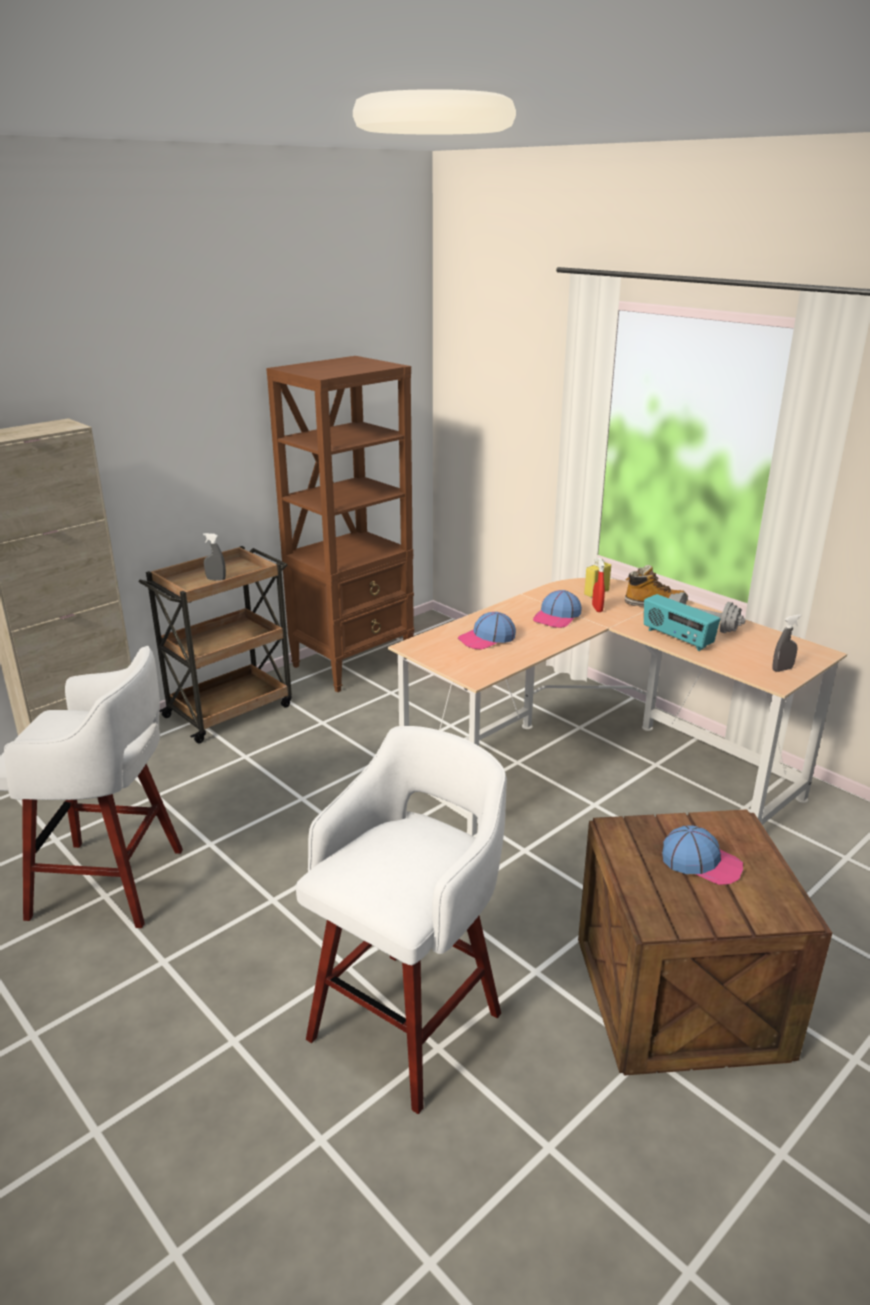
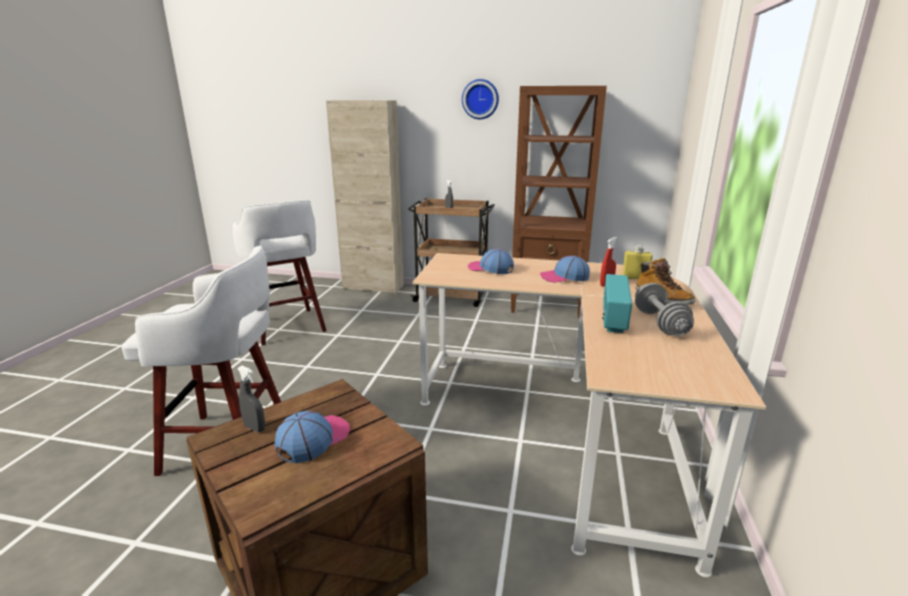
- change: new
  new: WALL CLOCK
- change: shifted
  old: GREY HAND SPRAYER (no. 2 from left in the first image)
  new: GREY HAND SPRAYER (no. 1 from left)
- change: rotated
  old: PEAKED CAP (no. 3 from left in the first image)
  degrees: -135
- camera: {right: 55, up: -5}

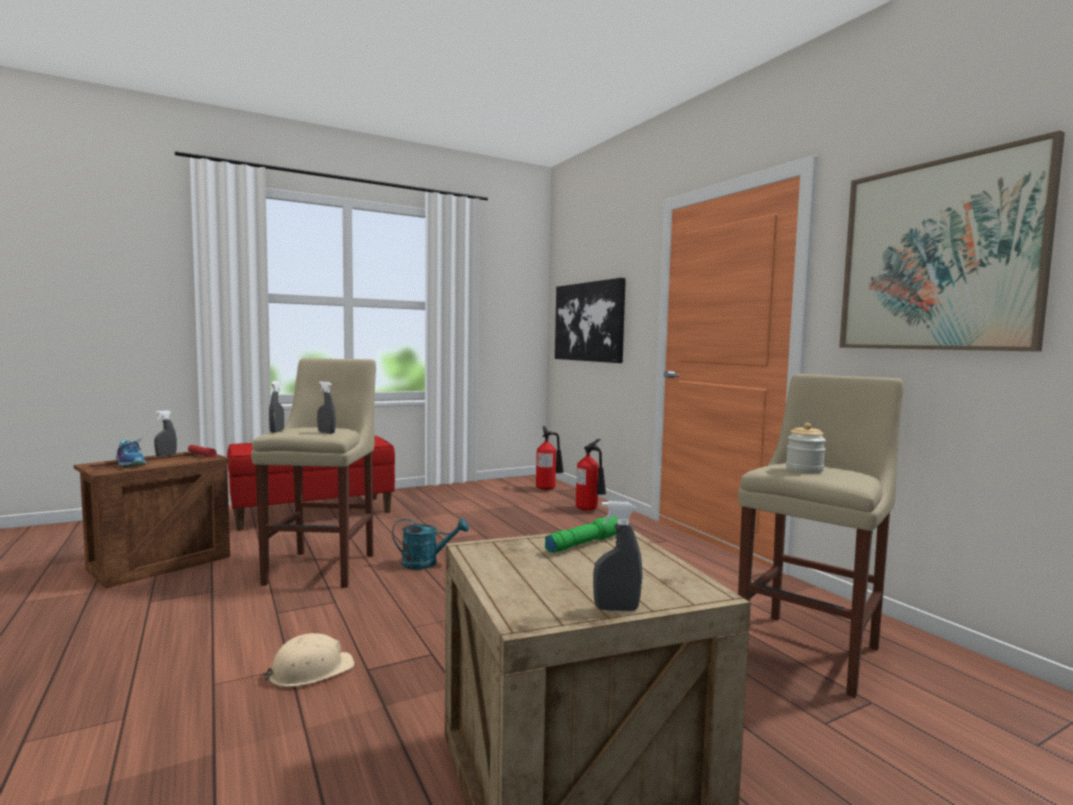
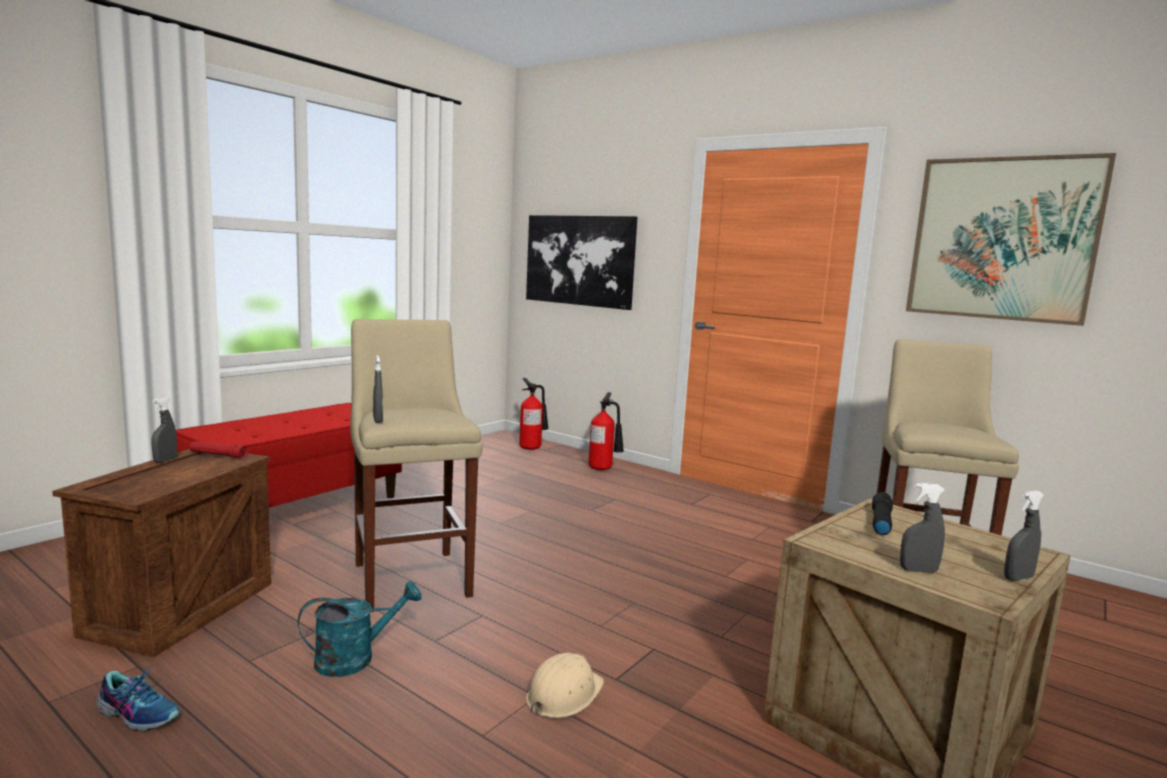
- change: gone
  old: JAR
- change: shifted
  old: LOW SHOE
- change: shifted
  old: GREY HAND SPRAYER (no. 3 from left)
- change: shifted
  old: TURQUOISE-COLOURED SPRINKLING CAN
- change: repainted
  old: GREEN-COLOURED FLASHLIGHT
  new: BLACK FLASHLIGHT
- camera: {right: -25, up: 5}

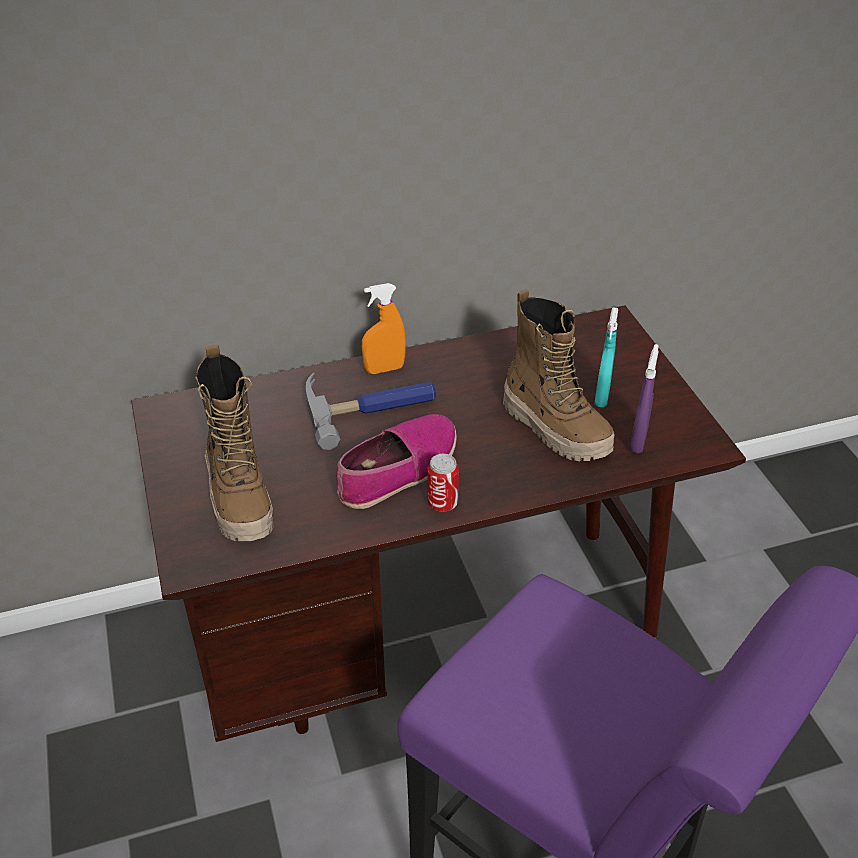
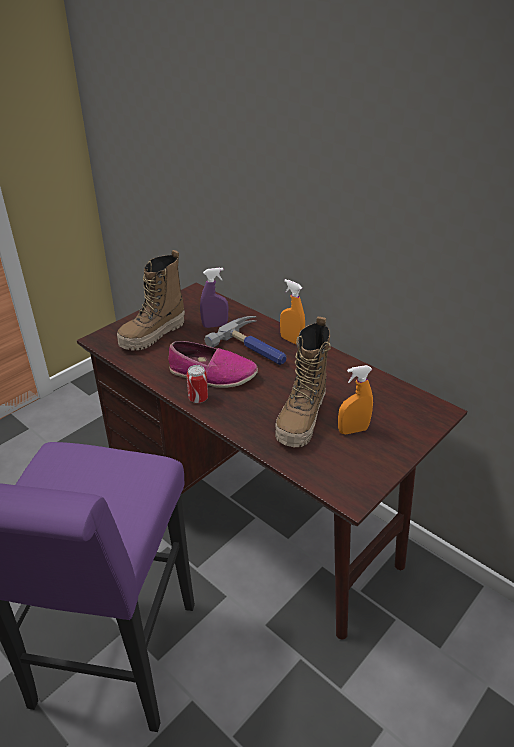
- change: shifted
  old: PURPLISH HAND SPRAYER
- change: repainted
  old: TURQUOISE-COLOURED HAND SPRAYER
  new: ORANGEY HAND SPRAYER (no. 2 from left)
- camera: {right: 60, up: -5}

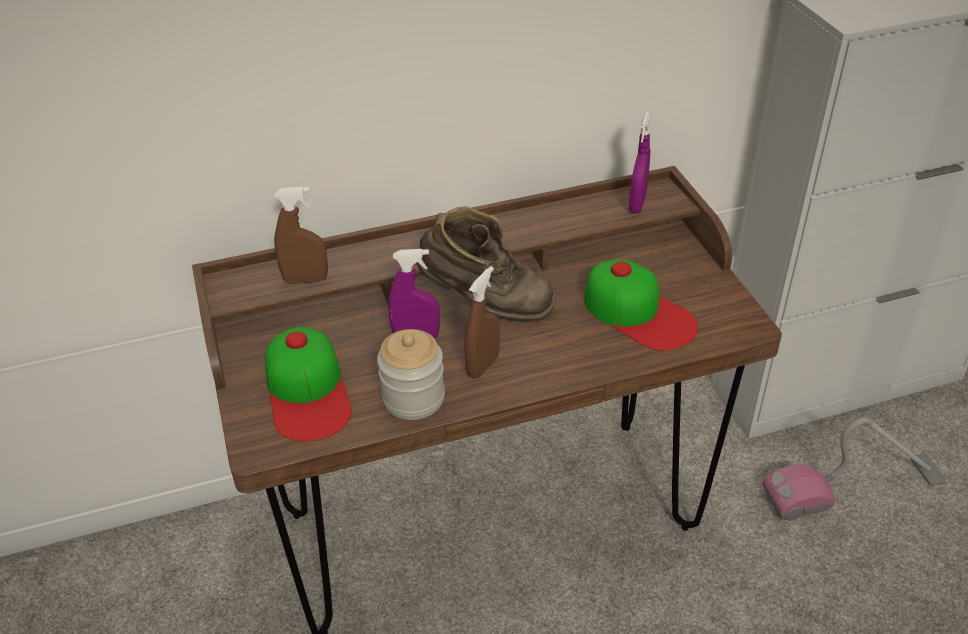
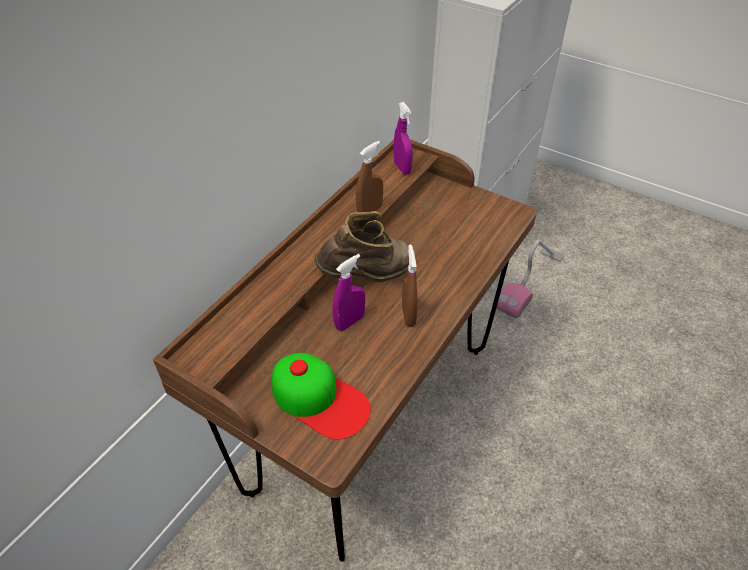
- change: gone
  old: JAR
- change: gone
  old: PEAKED CAP (no. 2 from left)
- change: shifted
  old: BROWNISH HAND SPRAYER (no. 1 from left)
- camera: {right: -40, up: 5}

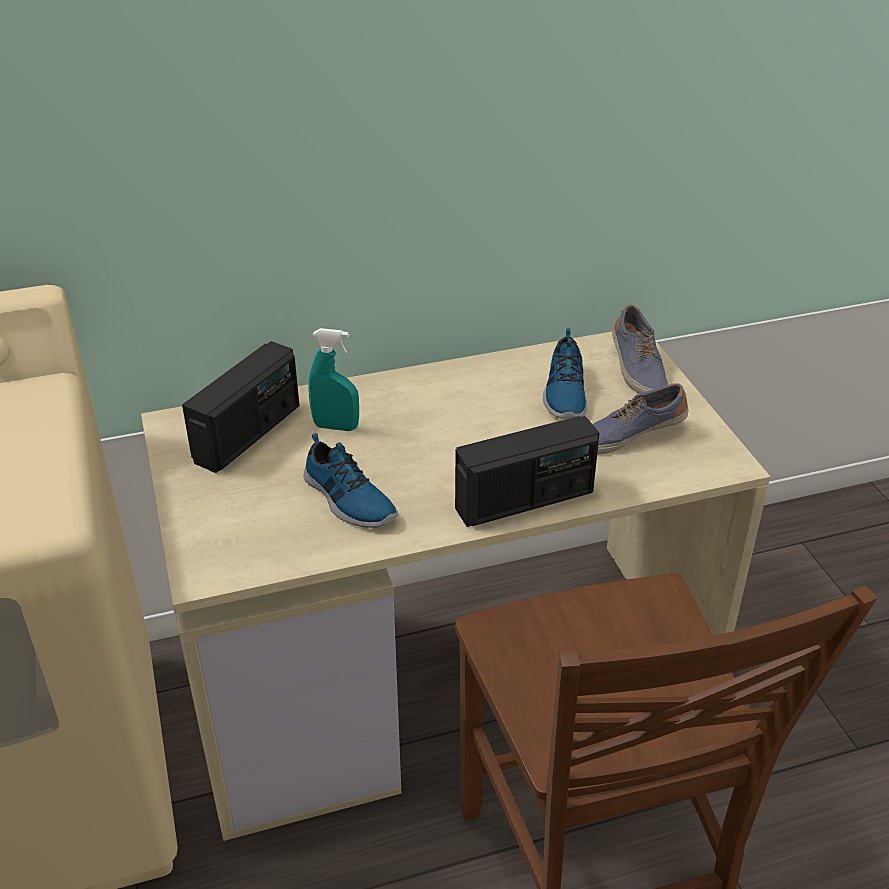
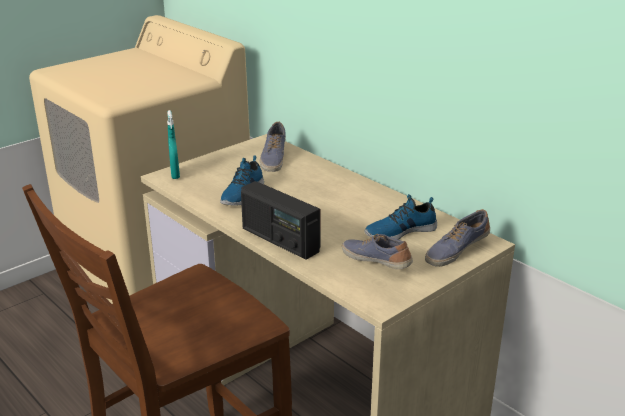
- change: shifted
  old: TURQUOISE-COLOURED HAND SPRAYER
- change: swapped
  old: RADIO SET (no. 1 from left)
  new: LOW SHOE (no. 2 from left)
- camera: {right: 65, up: -10}

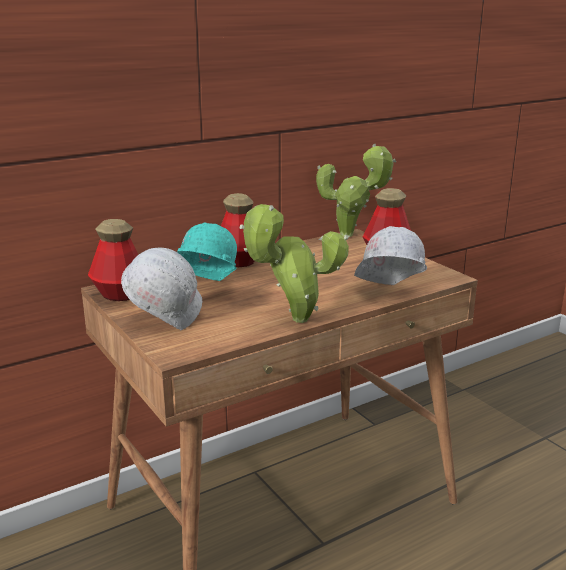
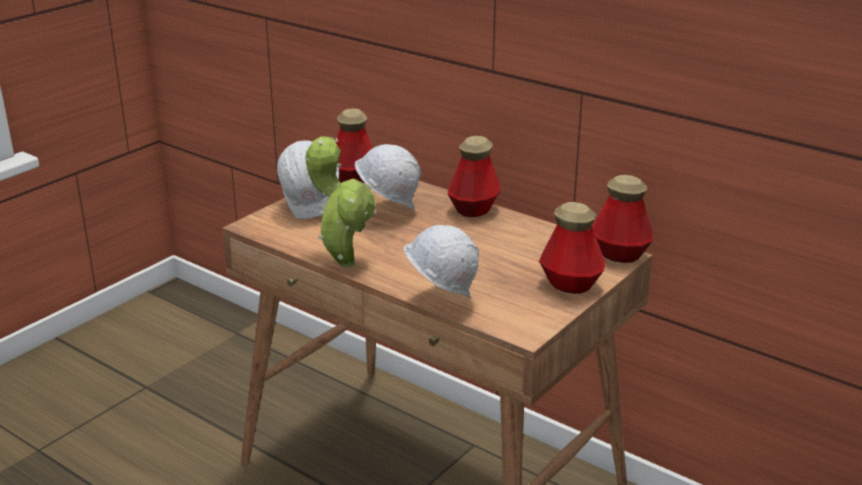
- change: swapped
  old: POTTED PLANT (no. 2 from left)
  new: DRINK BOTTLE (no. 4 from left)
- change: repainted
  old: TURQUOISE-COLOURED SAFETY HELMET
  new: WHITE-COLOURED SAFETY HELMET (no. 2 from left)
- camera: {right: 70, up: 5}

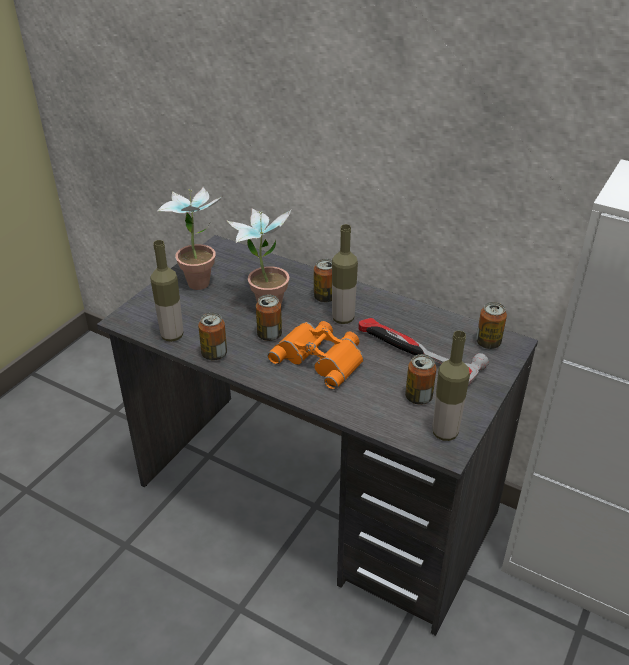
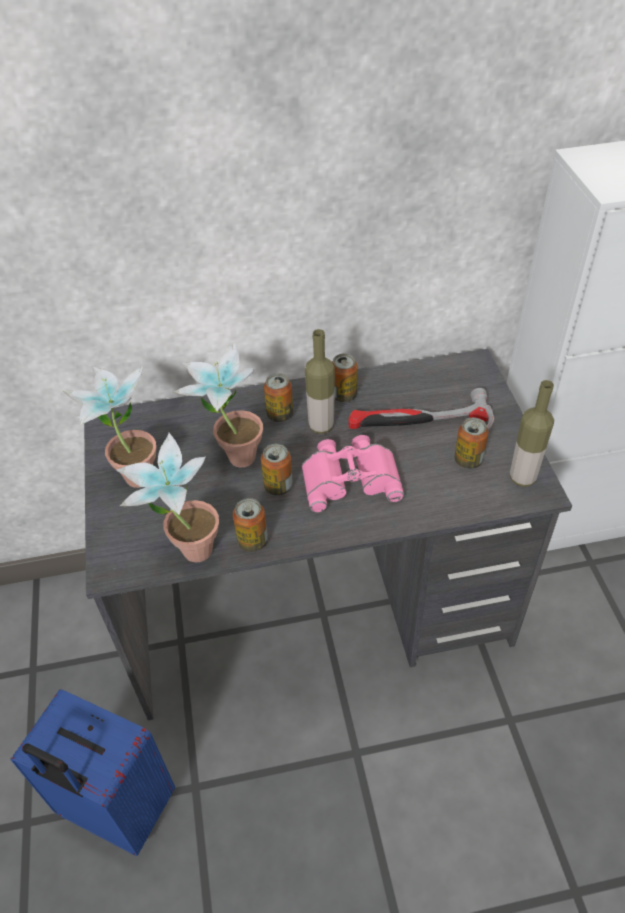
- change: new
  new: BLUISH TRAVEL CASE
- change: shifted
  old: METAL CAN (no. 5 from left in the first image)
  new: METAL CAN (no. 4 from left)
- change: swapped
  old: DRINK BOTTLE (no. 1 from left)
  new: POTTED PLANT (no. 2 from left)
- change: repainted
  old: ORANGEY FIELD GLASSES
  new: PINK FIELD GLASSES
- camera: {right: -40, up: 10}

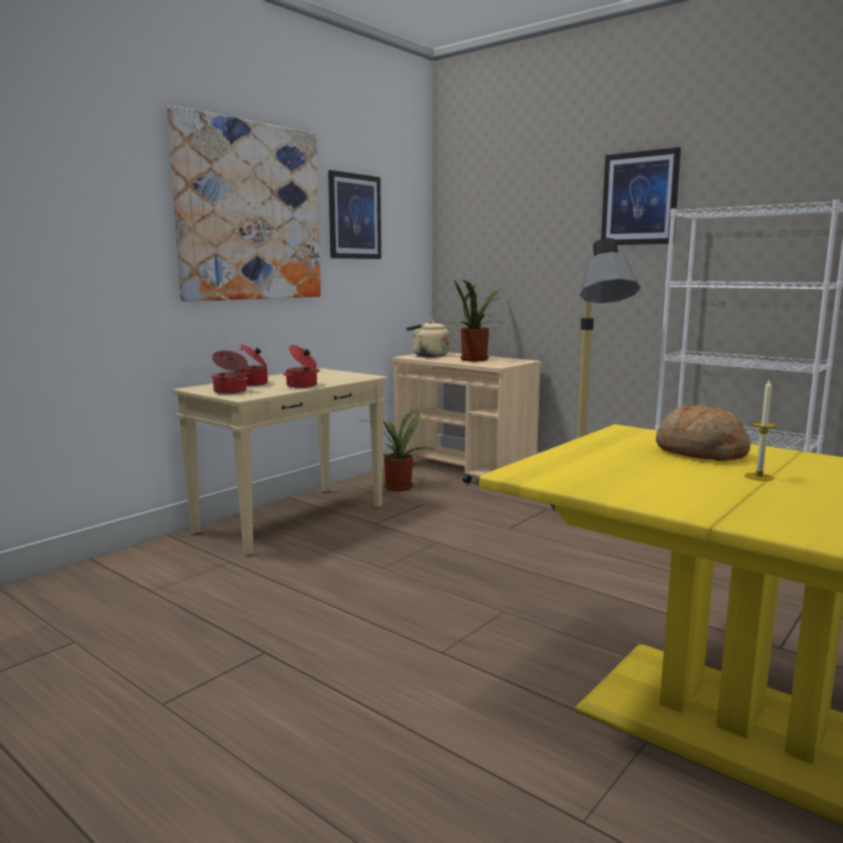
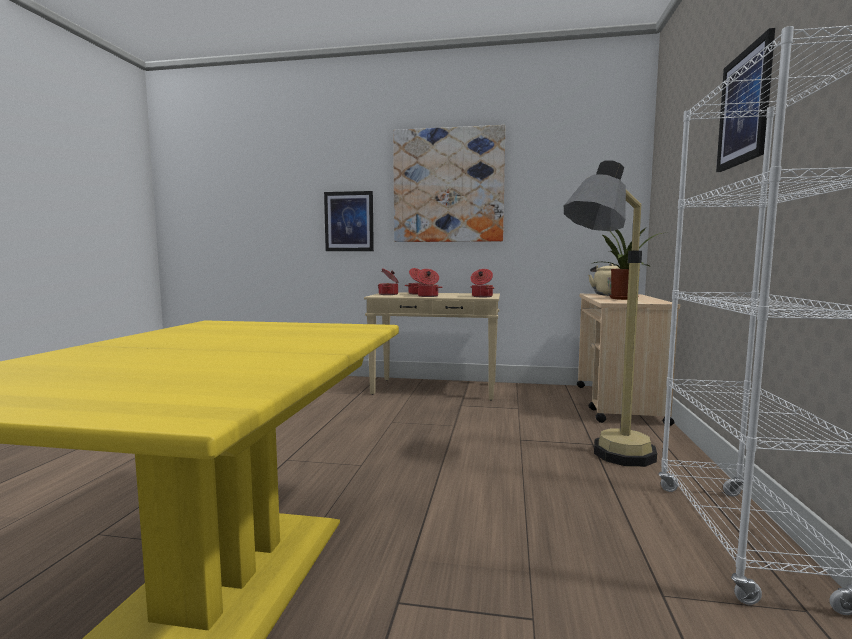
- change: gone
  old: POTTED PLANT (no. 1 from left)
- change: gone
  old: BAKERY BREAD
- change: gone
  old: WAX LIGHT
- change: new
  new: SAUCEPOT (no. 4 from left)
- change: shifted
  old: WALL PICTURE (no. 2 from left in the first image)
  new: WALL PICTURE (no. 1 from left)
- camera: {right: 60, up: -5}

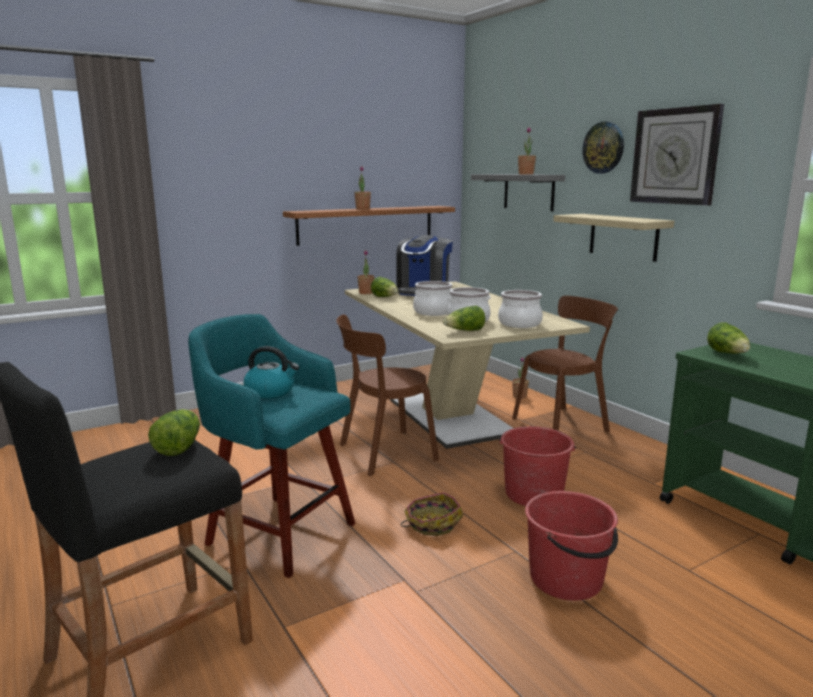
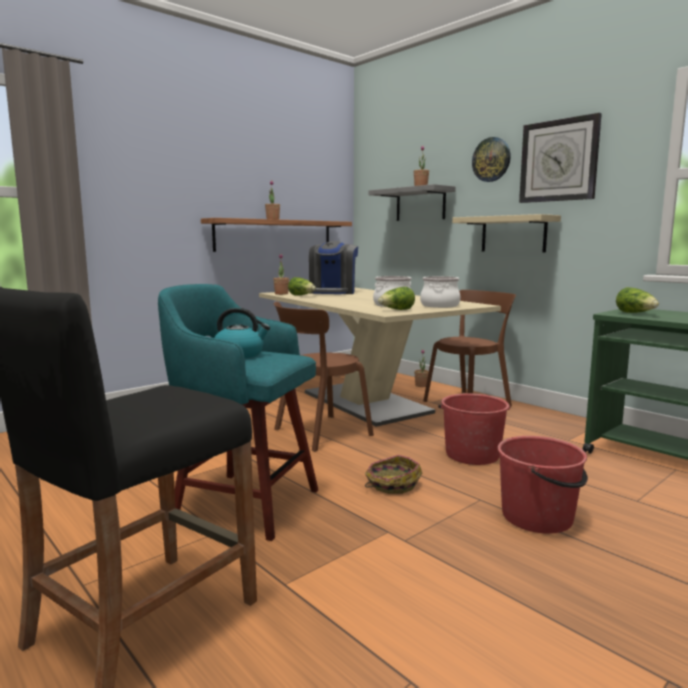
- change: gone
  old: HEAD OF LETTUCE (no. 1 from left)
- change: gone
  old: SAUCEPOT (no. 1 from left)
- camera: {right: -10, up: -5}

